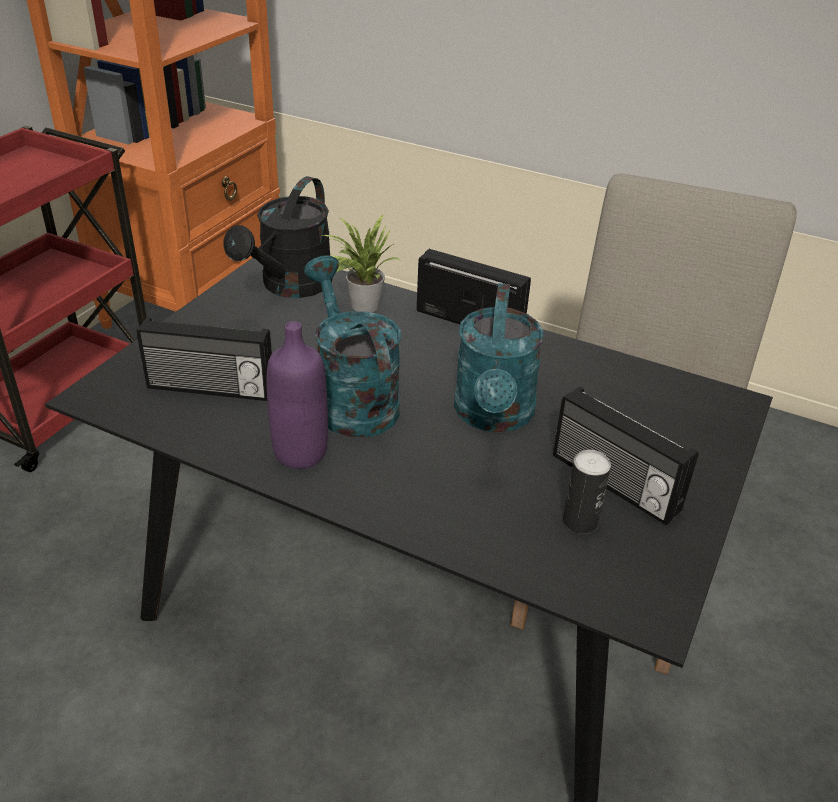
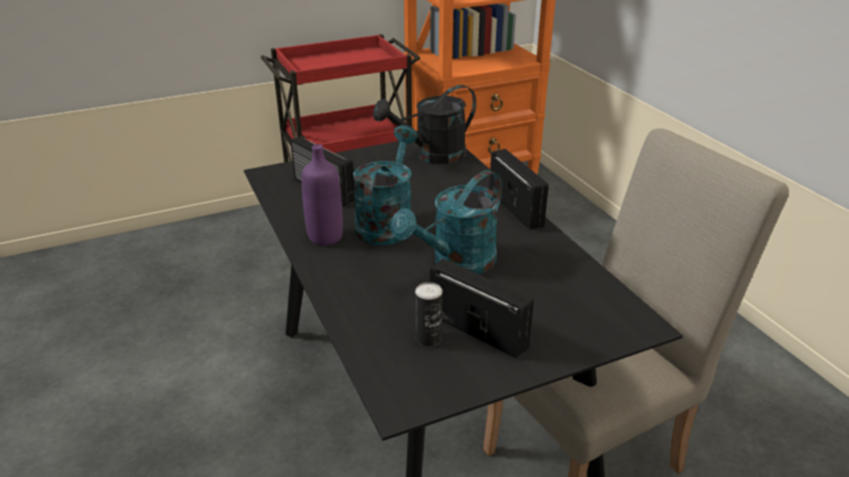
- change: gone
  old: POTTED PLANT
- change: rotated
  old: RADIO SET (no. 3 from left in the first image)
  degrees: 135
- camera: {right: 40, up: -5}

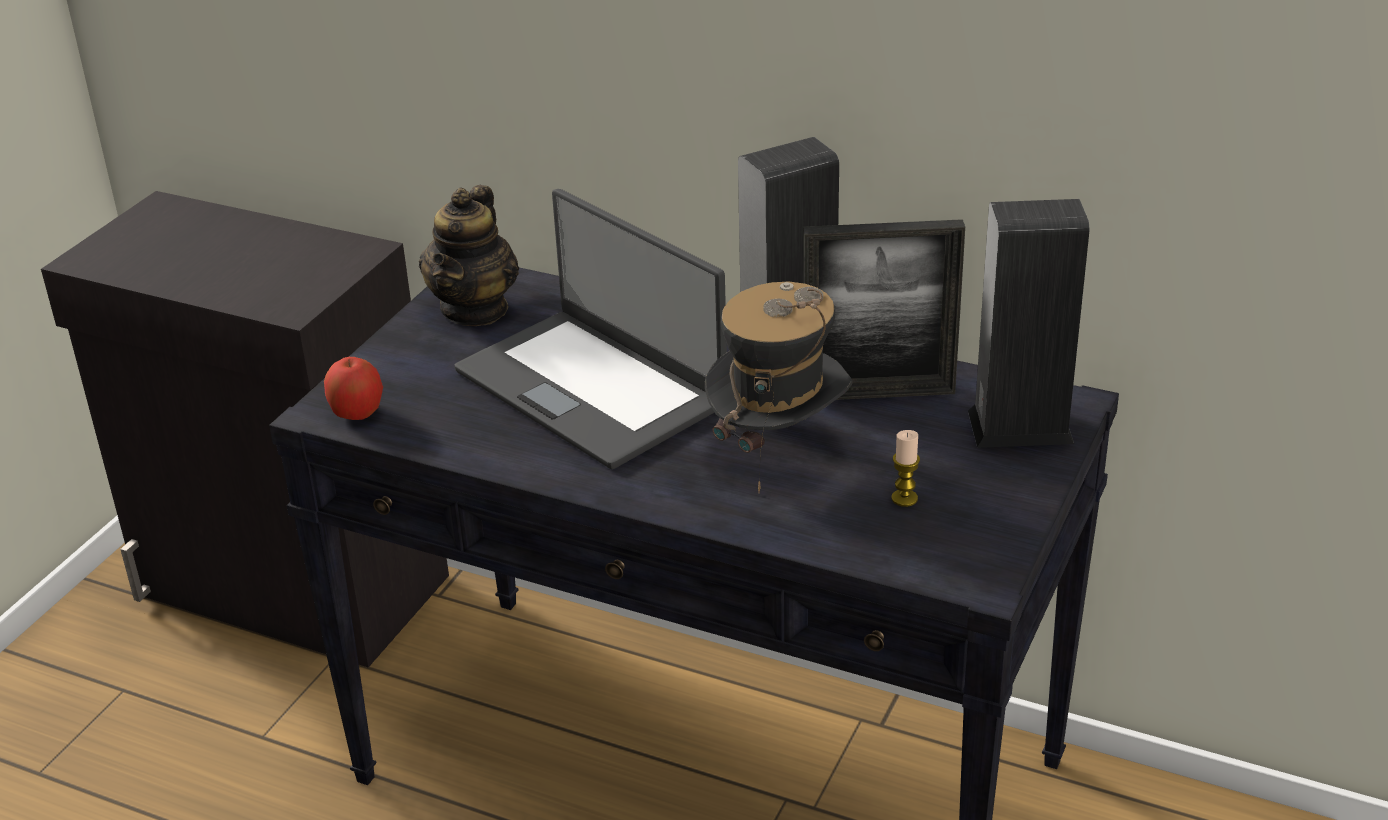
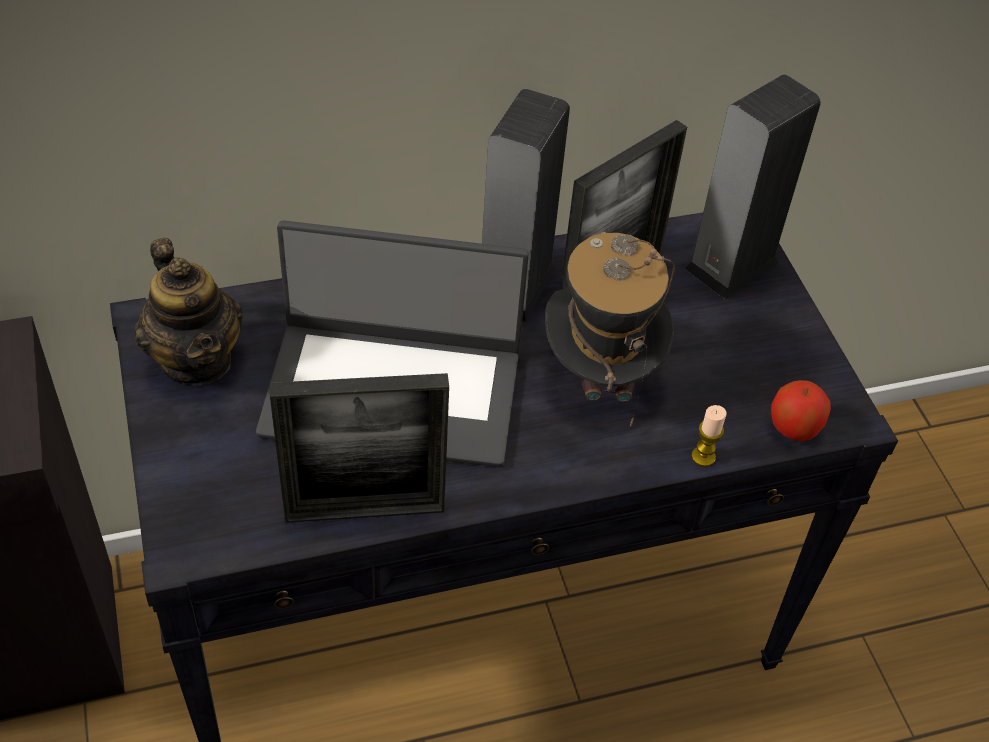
- change: new
  new: PHOTO FRAME (no. 1 from left)
- change: shifted
  old: APPLE FRUIT
- change: shifted
  old: WAX LIGHT
- camera: {right: -45, up: 15}

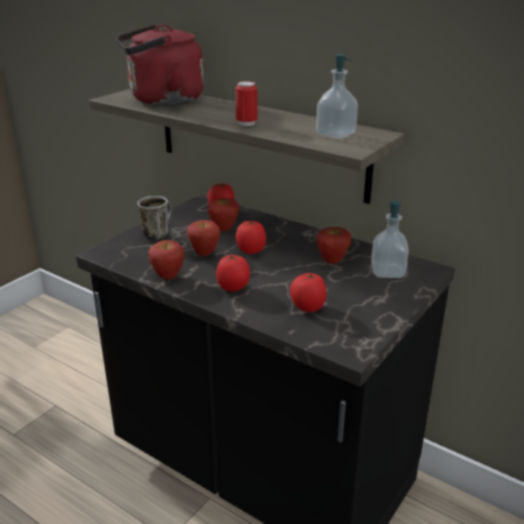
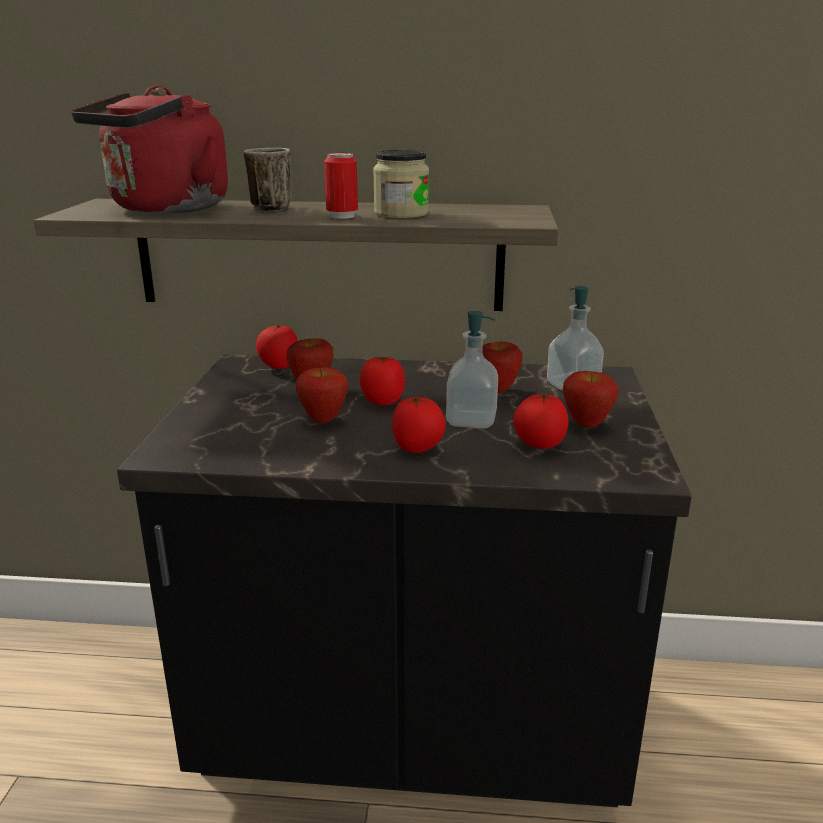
- change: new
  new: JAR
- change: shifted
  old: COFFEE MUG
- change: shifted
  old: APPLE FRUIT (no. 1 from left in the first image)
  new: APPLE FRUIT (no. 4 from left)
- change: shifted
  old: LIQUID SOAP BOTTLE (no. 1 from left)
- camera: {right: -30, up: -5}

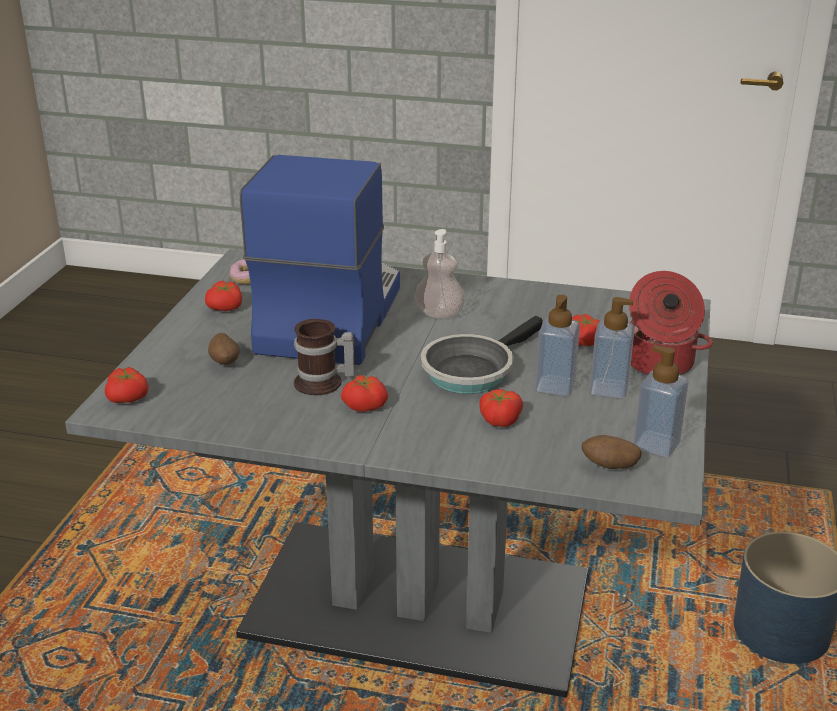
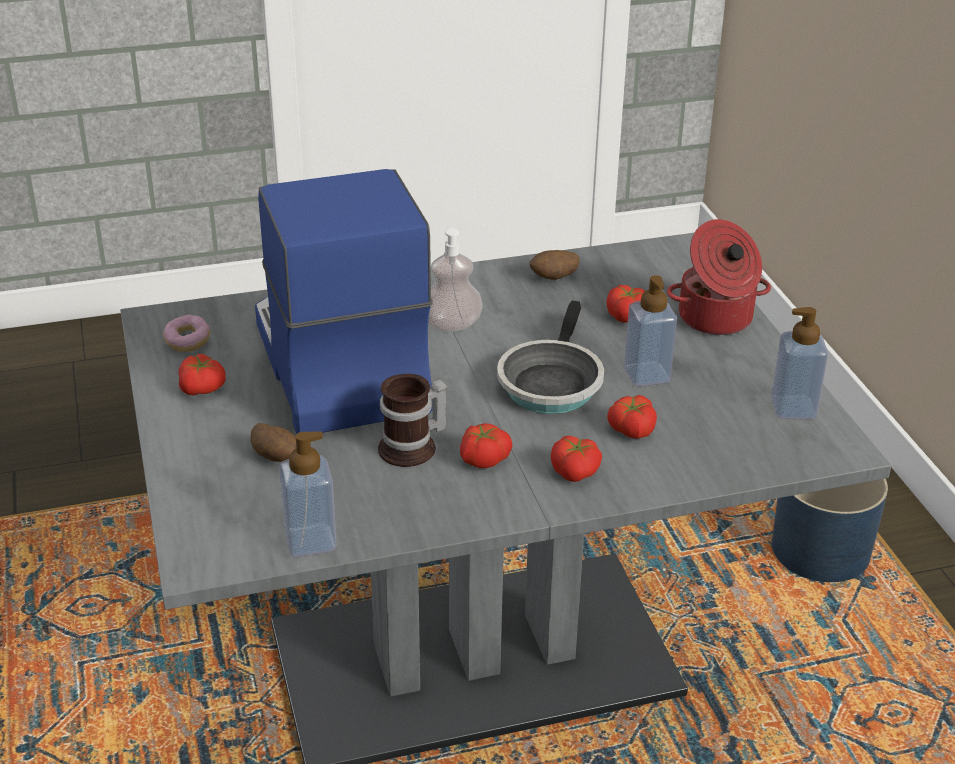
- change: shifted
  old: TOMATO (no. 1 from left in the first image)
  new: TOMATO (no. 3 from left)
- change: shifted
  old: POTATO (no. 2 from left)
- change: shifted
  old: LIQUID SOAP BOTTLE (no. 3 from left in the first image)
  new: LIQUID SOAP BOTTLE (no. 1 from left)
- camera: {right: -30, up: 5}

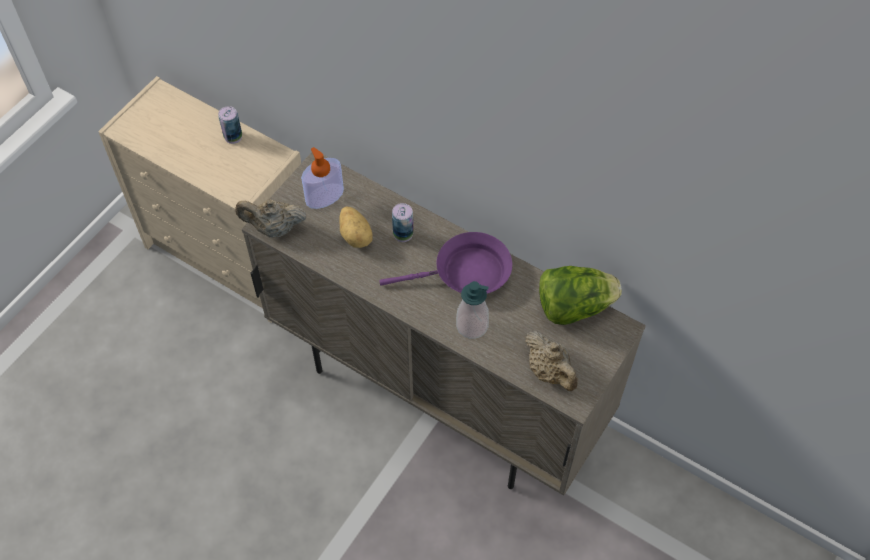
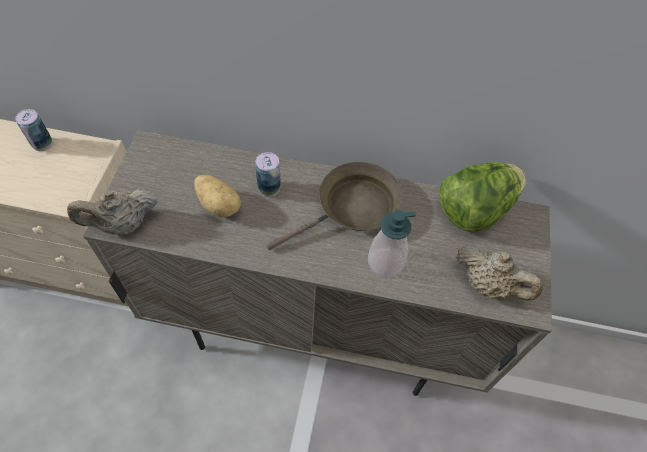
- change: gone
  old: LIQUID SOAP BOTTLE (no. 1 from left)
- change: repainted
  old: PURPLISH SKILLET
  new: BROWNISH SKILLET
- camera: {right: -25, up: 0}

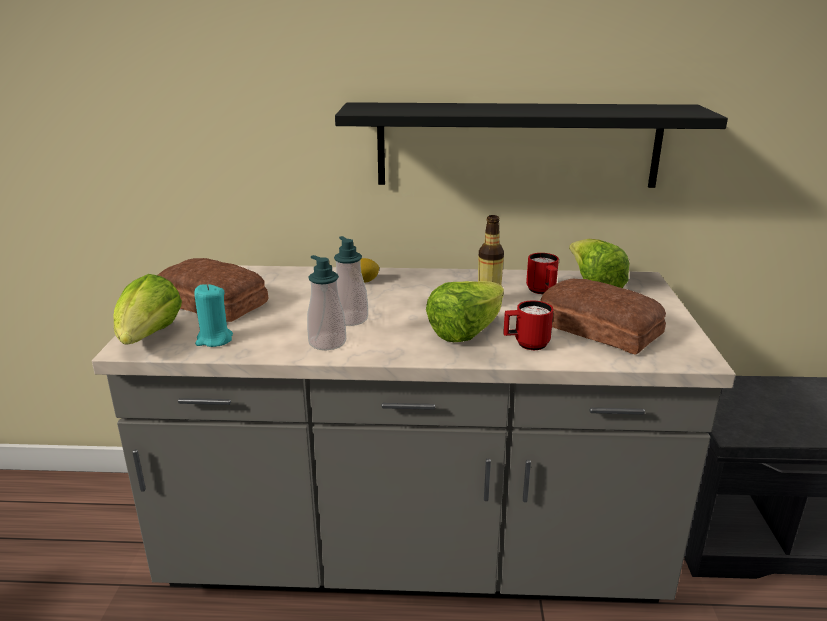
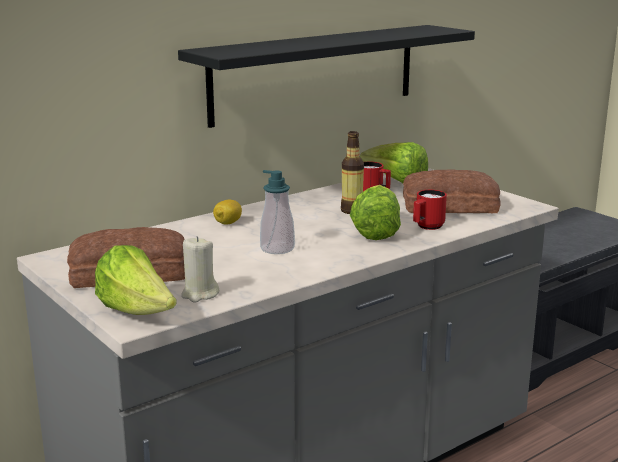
- change: gone
  old: LIQUID SOAP BOTTLE (no. 1 from left)
- change: repainted
  old: TURQUOISE-COLOURED WAX LIGHT
  new: SAND-COLOURED WAX LIGHT
- camera: {right: -40, up: -5}

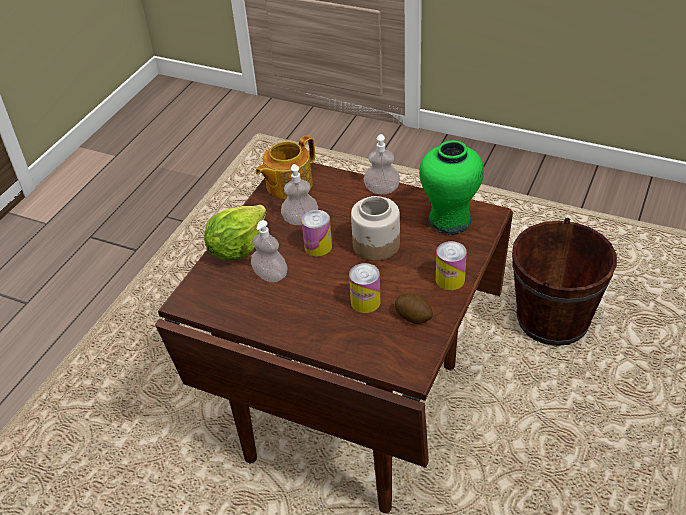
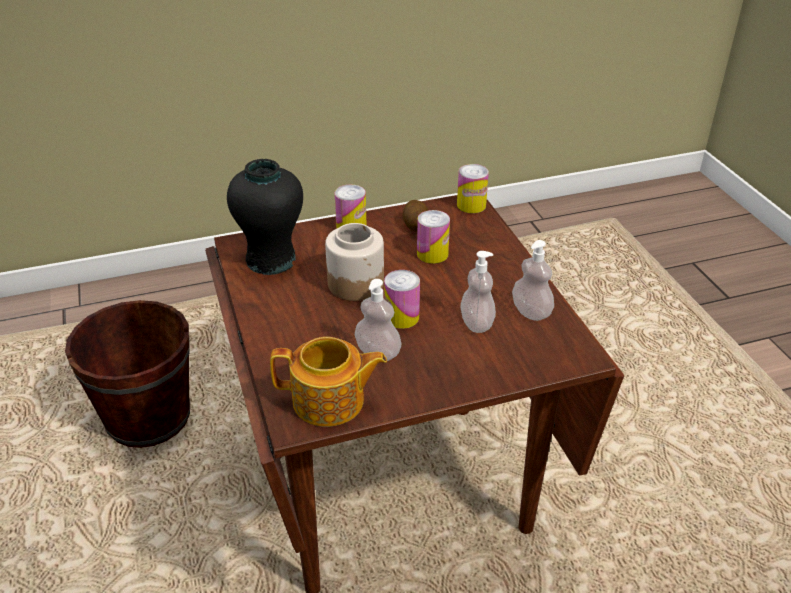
- change: gone
  old: HEAD OF LETTUCE
- change: new
  new: METAL CAN (no. 4 from left)
- change: shifted
  old: LIQUID SOAP BOTTLE (no. 3 from left)
- change: repainted
  old: GREEN-COLOURED FLOWER VASE
  new: BLACK FLOWER VASE
- camera: {right: -135, up: -5}

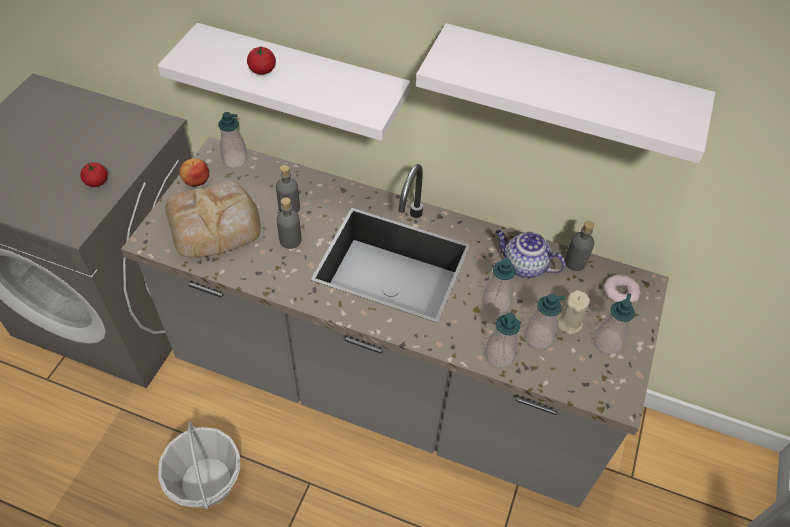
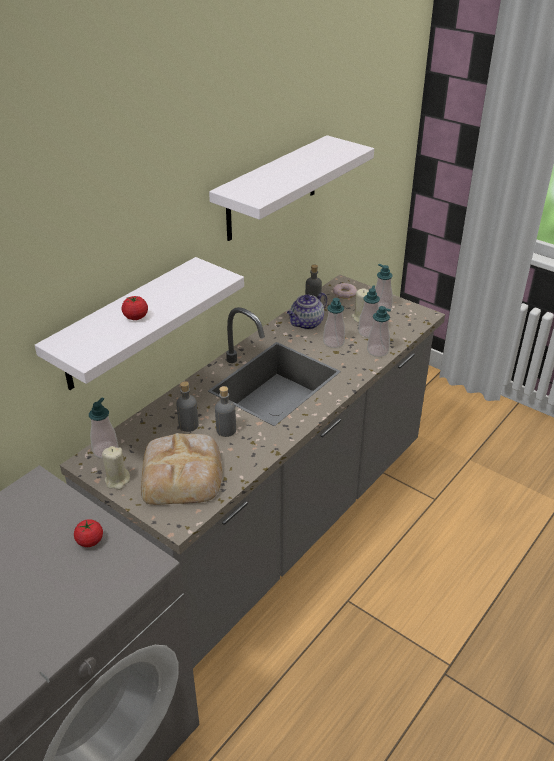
- change: gone
  old: STORAGE BASKET
- change: swapped
  old: APPLE FRUIT
  new: SAND-COLOURED WAX LIGHT (no. 1 from left)
- camera: {right: -70, up: -15}

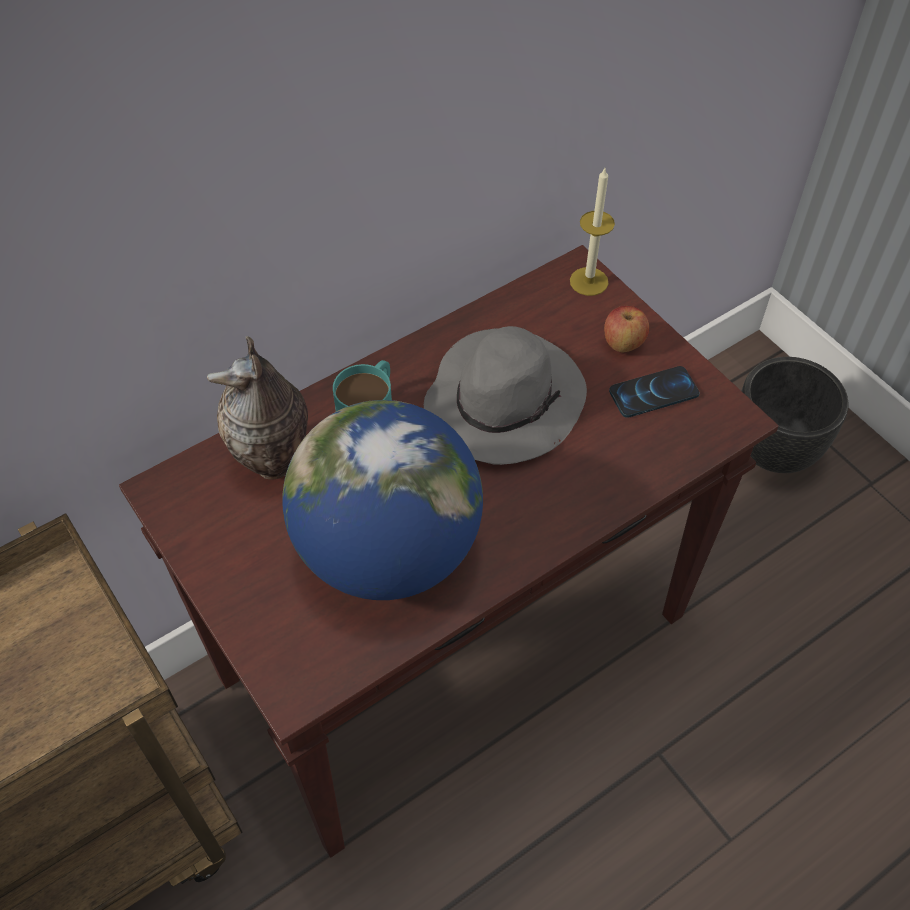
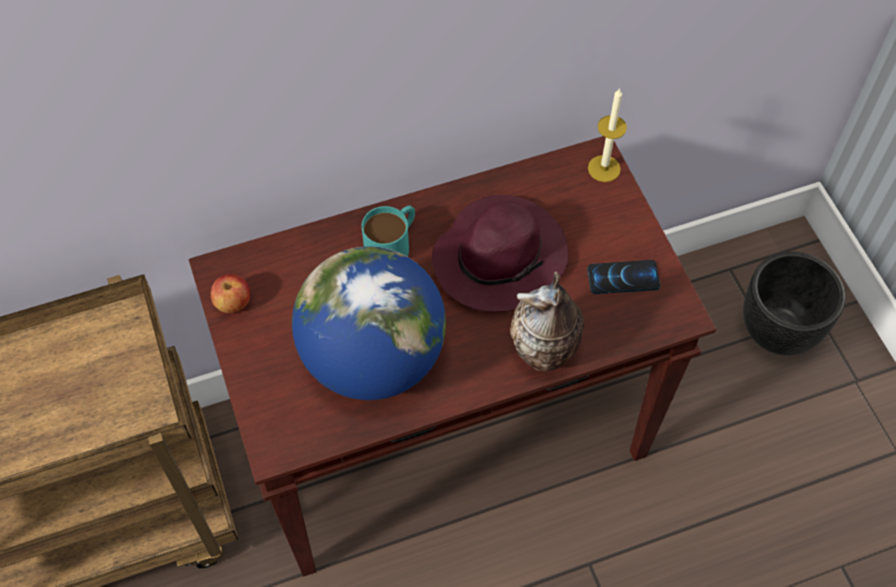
- change: shifted
  old: FLOWER VASE
- change: shifted
  old: APPLE FRUIT
- change: repainted
  old: GREY HAT
  new: PURPLISH HAT
- camera: {right: 15, up: 5}

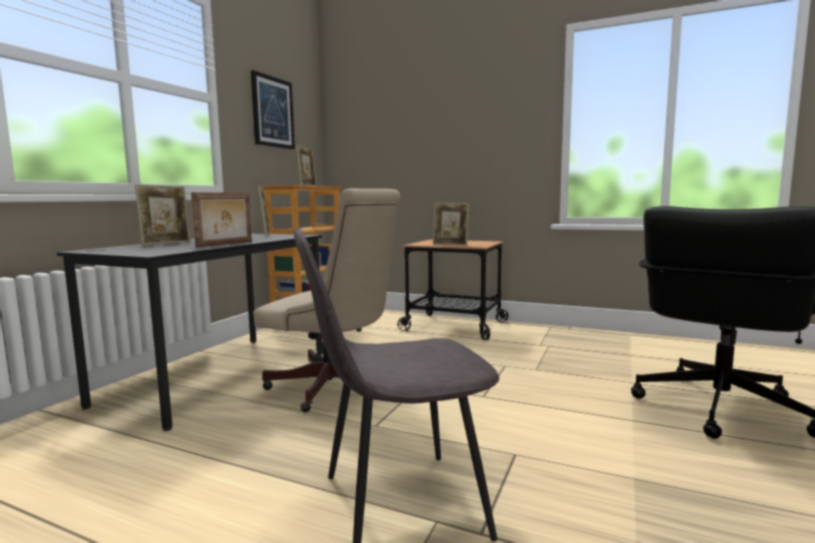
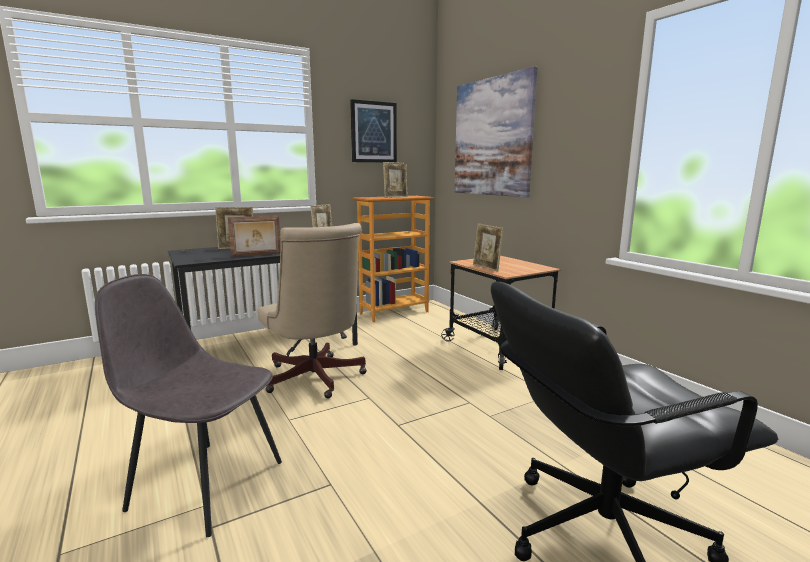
- change: new
  new: WALL PICTURE (no. 2 from left)
- camera: {right: 35, up: 5}

